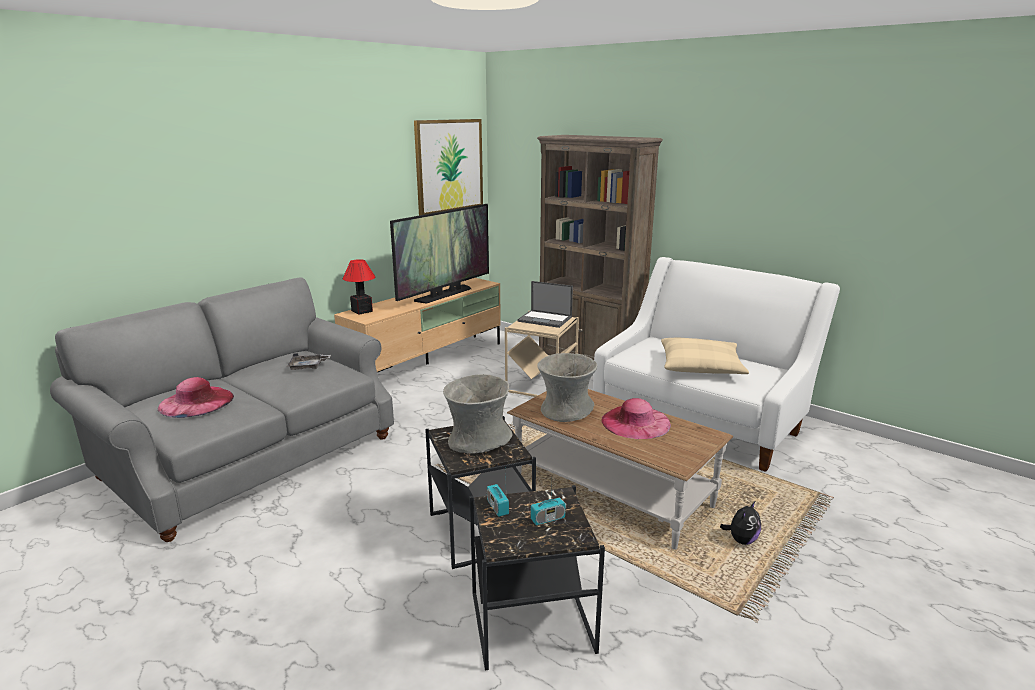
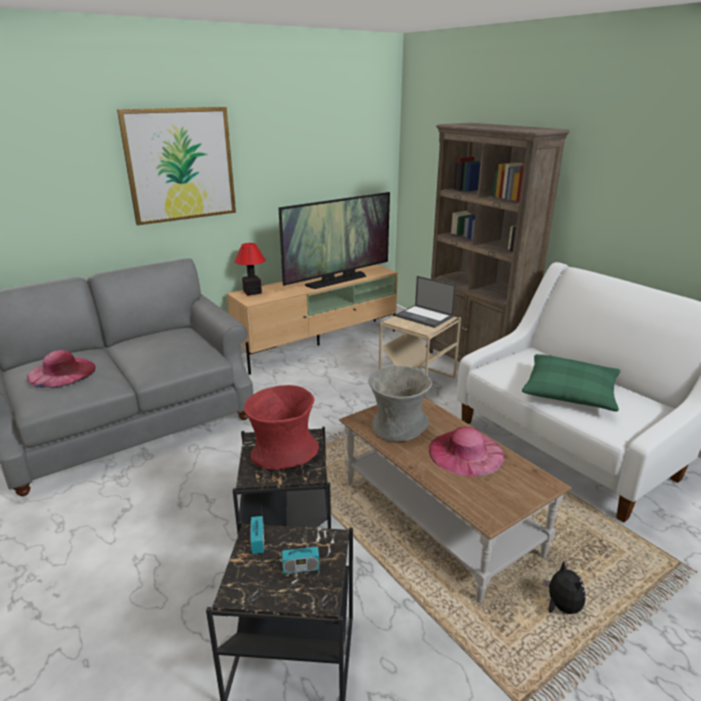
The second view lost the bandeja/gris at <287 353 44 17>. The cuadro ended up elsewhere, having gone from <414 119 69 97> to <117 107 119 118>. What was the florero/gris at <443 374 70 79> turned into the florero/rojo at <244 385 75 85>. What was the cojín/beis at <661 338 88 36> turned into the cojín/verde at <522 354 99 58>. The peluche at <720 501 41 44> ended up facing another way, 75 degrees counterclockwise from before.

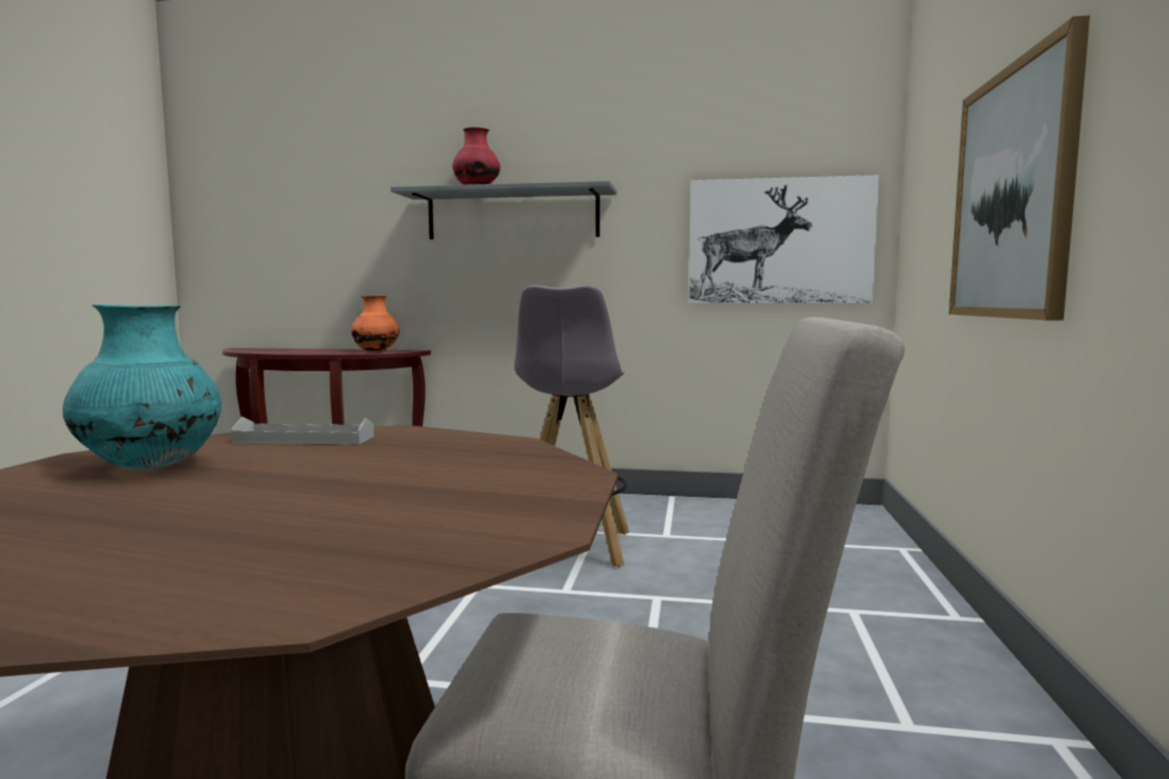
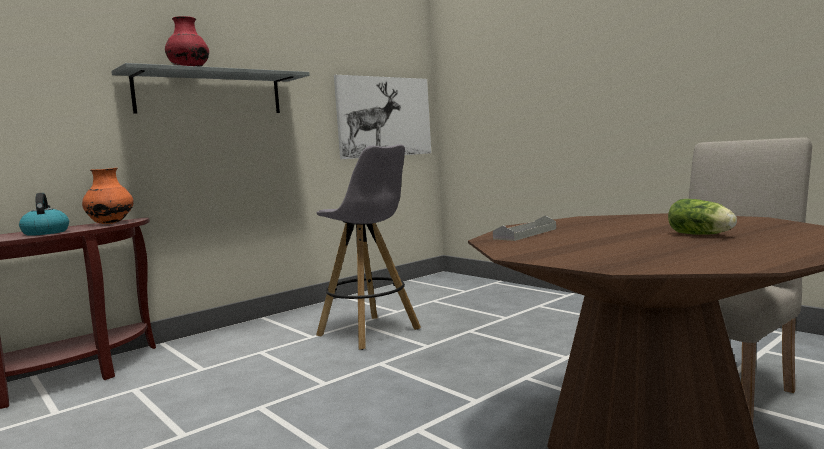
The second view lost the florero/turquesa at <63 304 159 165>. The second view lost the cuadro at <949 15 141 306>. The second view gained the hervidor at <19 193 50 43>. The second view gained the lechuga at <668 199 69 36>.

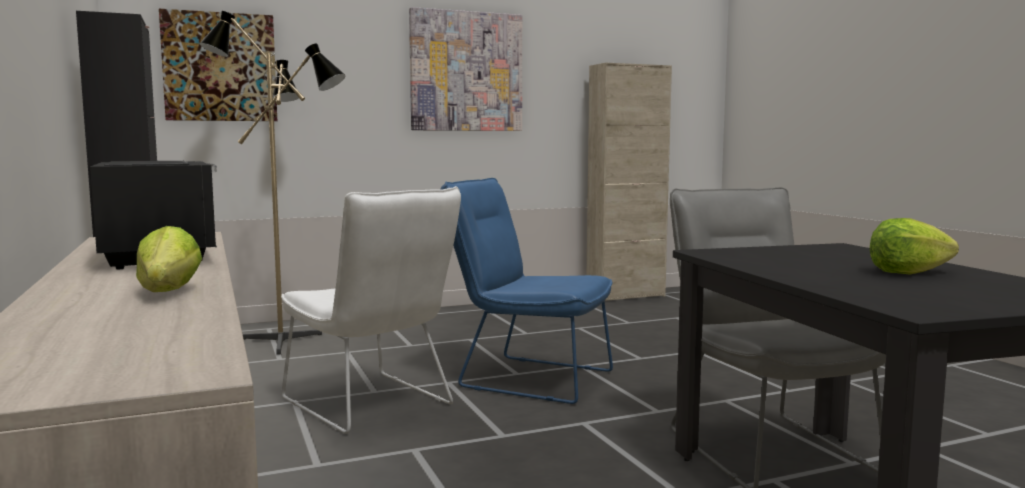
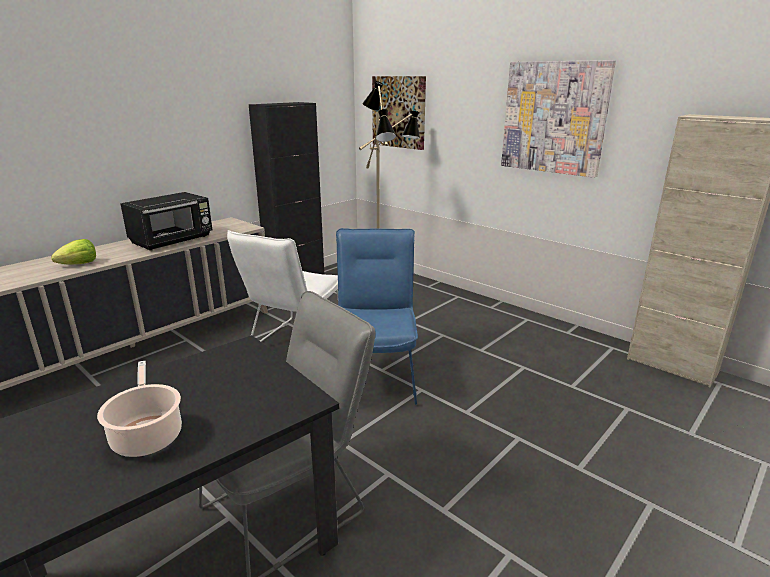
Where the lechuga stood at <870 218 89 57>, the olla came to stand at <97 361 85 96>.

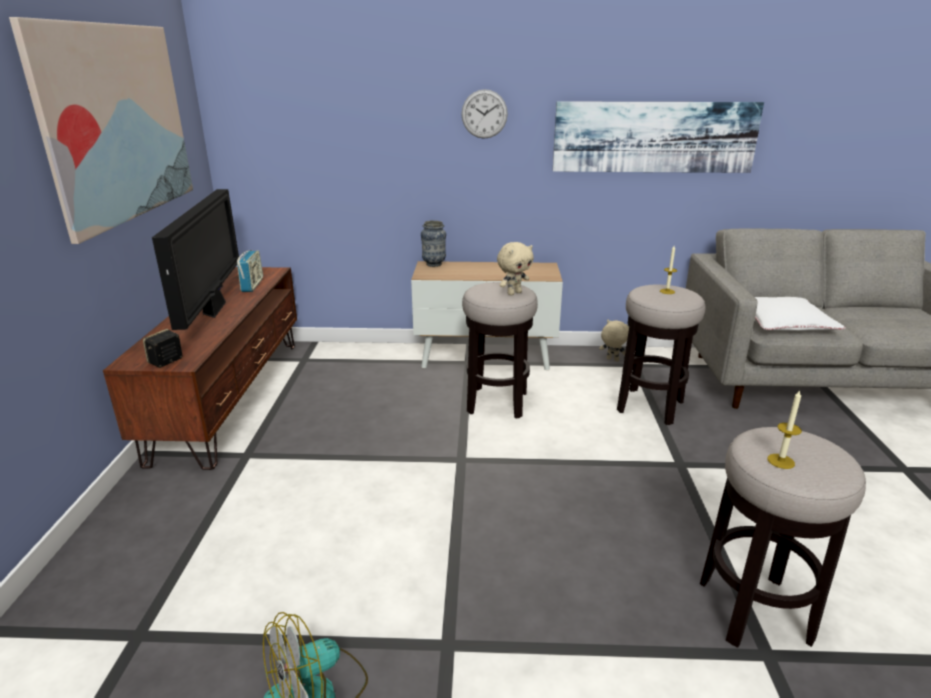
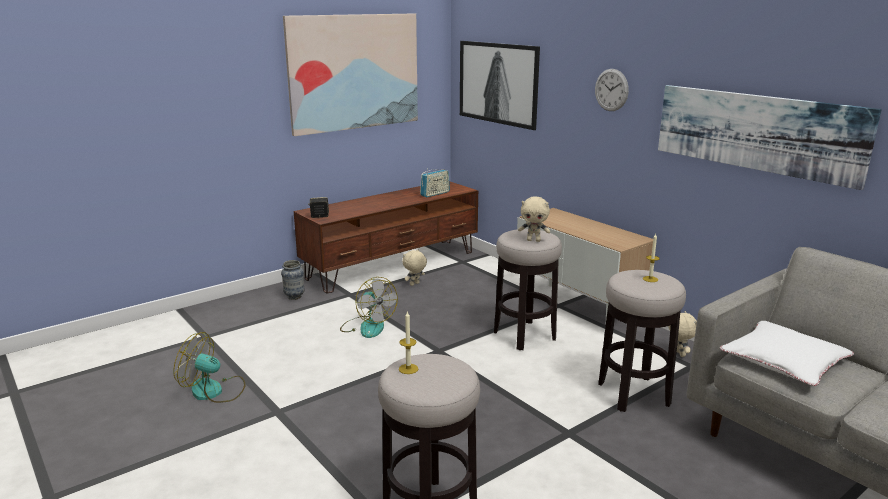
The second view lost the televisor at <152 189 87 141>. The florero ended up elsewhere, having gone from <421 221 25 46> to <281 260 24 40>. The second view gained the ventilador at <340 277 58 61>. The second view gained the peluche/beis at <402 249 25 37>. The second view gained the cuadro at <460 41 80 89>.

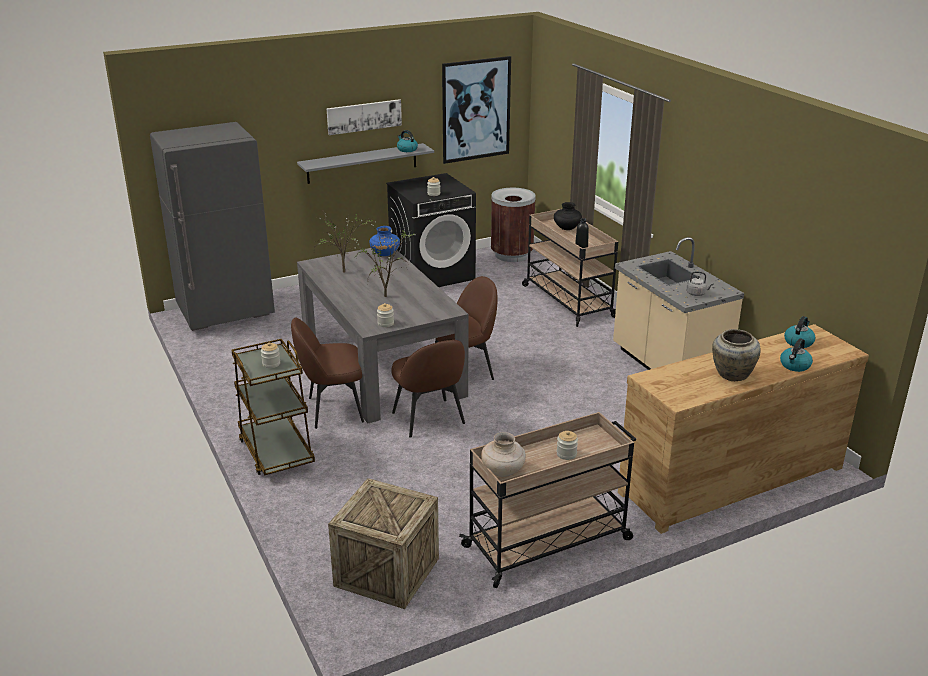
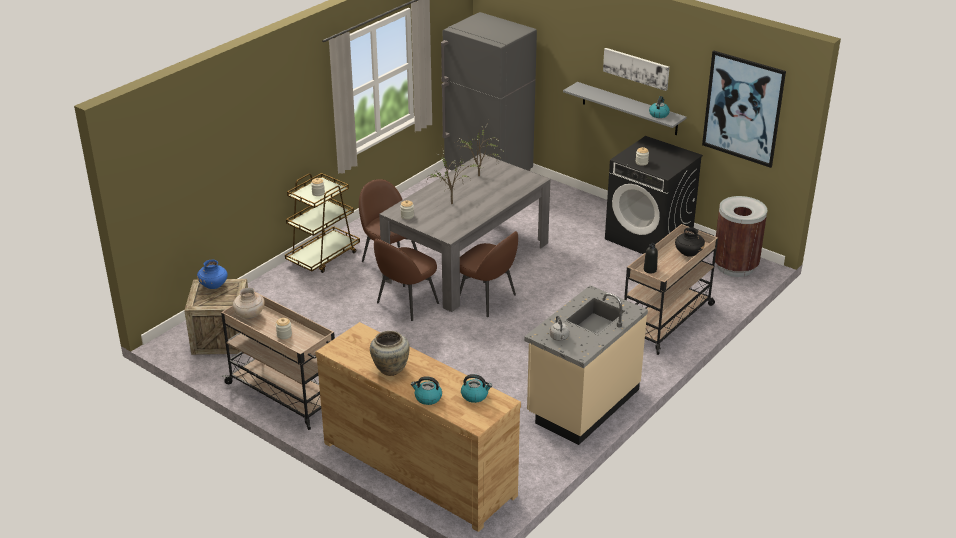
The florero/azul ended up elsewhere, having gone from <369 226 31 30> to <197 260 31 29>.

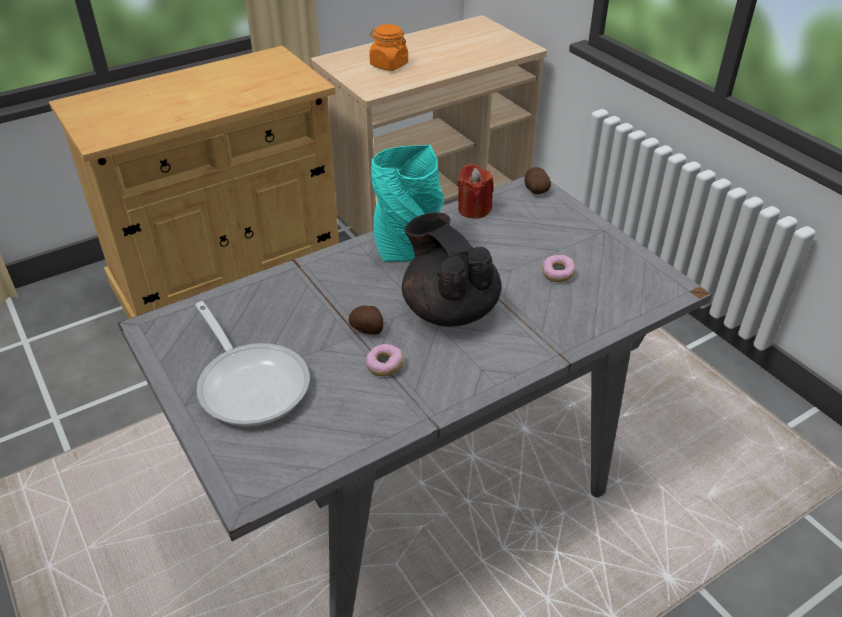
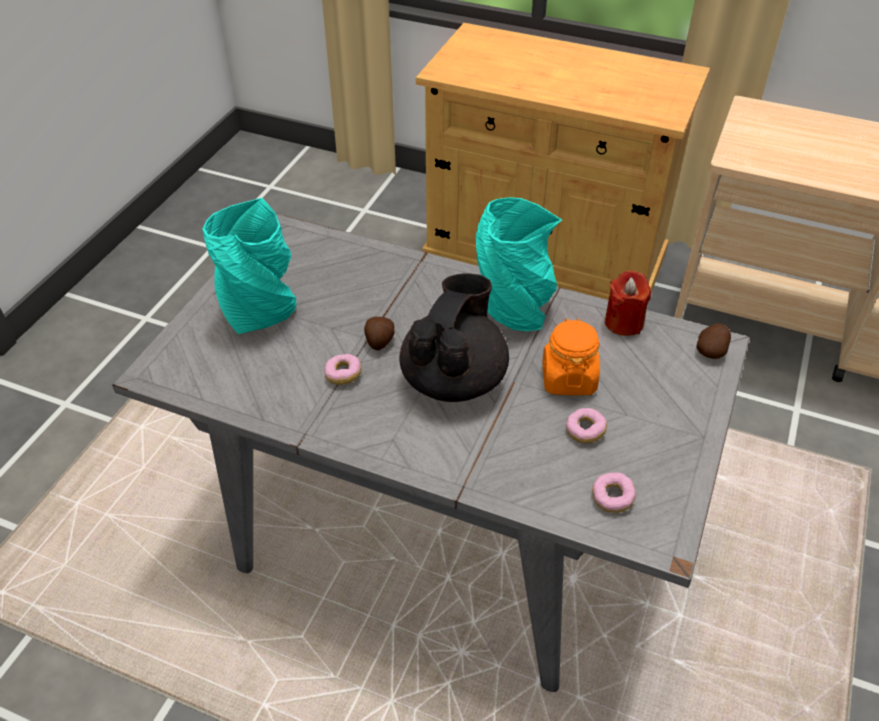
Where the sartén stood at <195 301 115 126>, the florero/turquesa came to stand at <203 198 93 136>. The tarro/naranja ended up elsewhere, having gone from <369 24 39 47> to <542 318 58 78>. The second view gained the rosquilla at <592 473 44 40>.

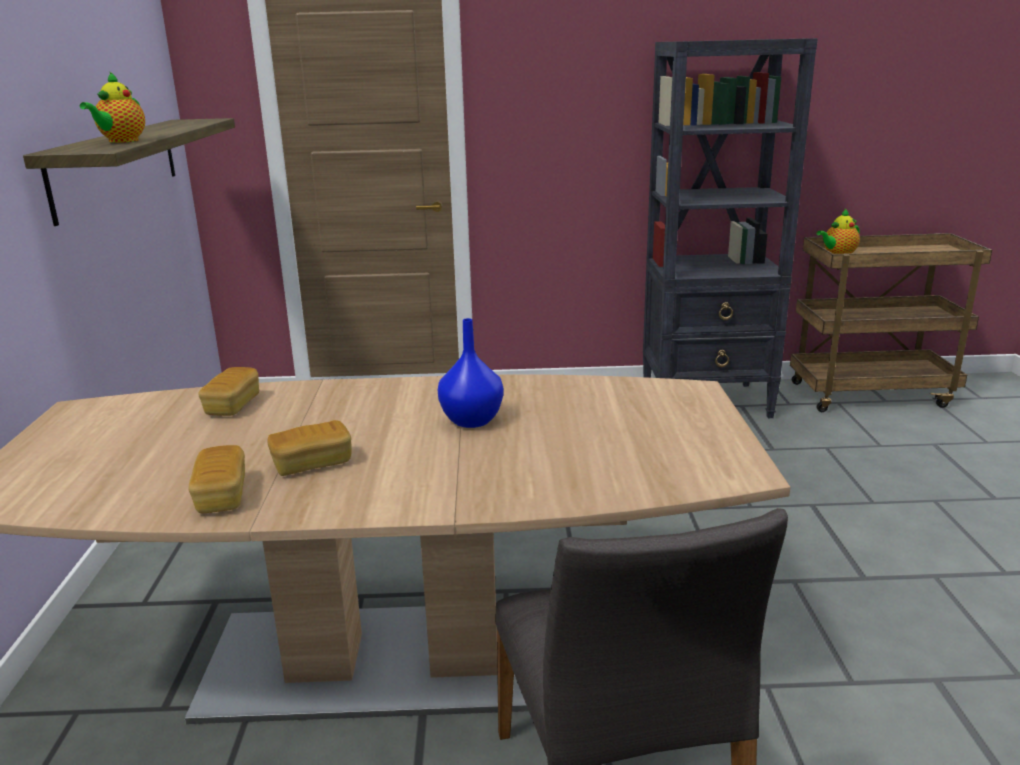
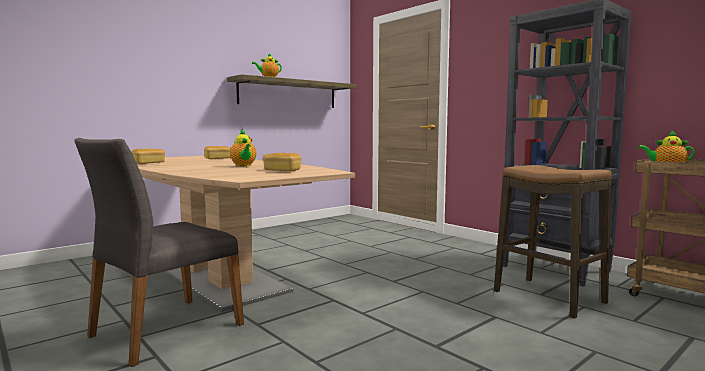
The pan ended up elsewhere, having gone from <267 420 85 56> to <263 153 38 19>. Where the florero/azul stood at <438 318 66 110>, the tetera came to stand at <230 129 26 37>. The second view gained the taburete at <494 165 118 154>.

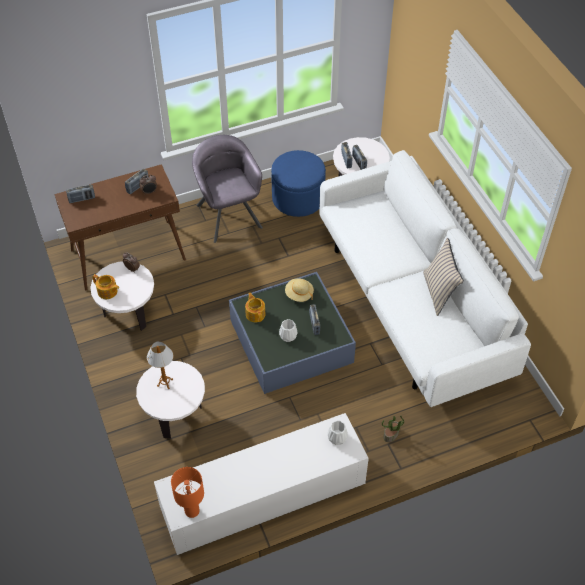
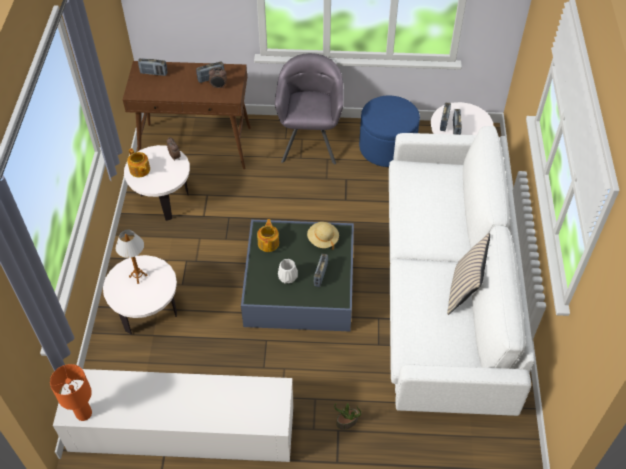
The second view lost the florero/blanco at <327 421 21 24>.

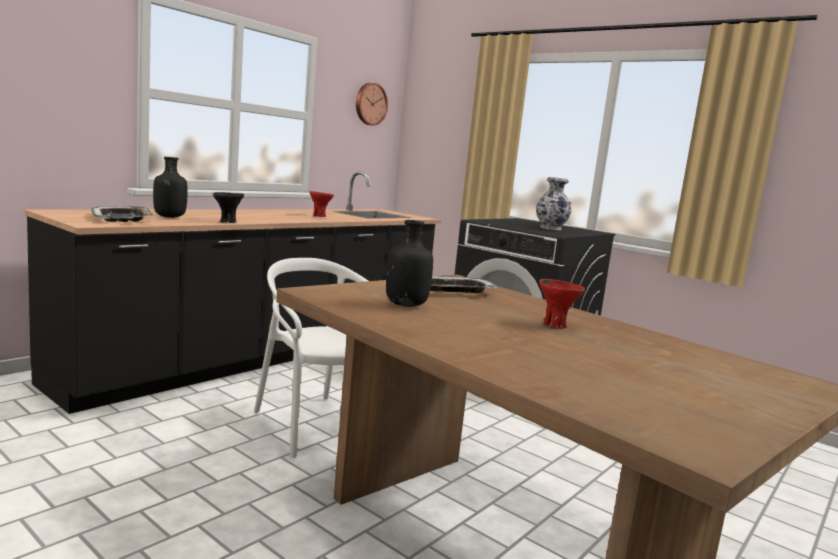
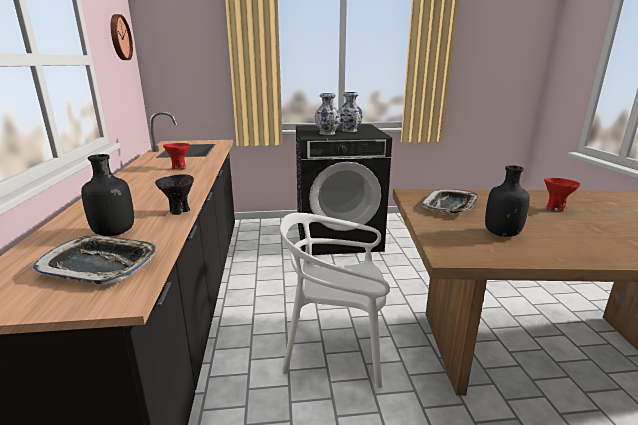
The second view gained the florero at <315 93 26 42>.

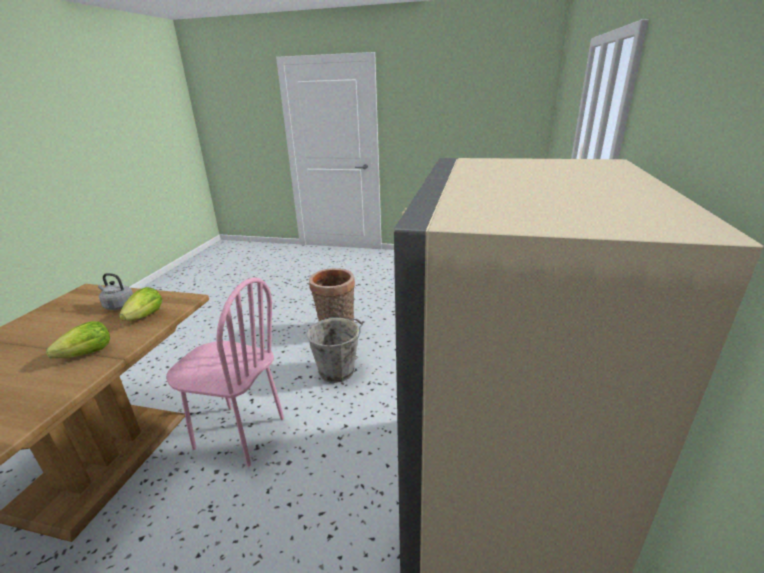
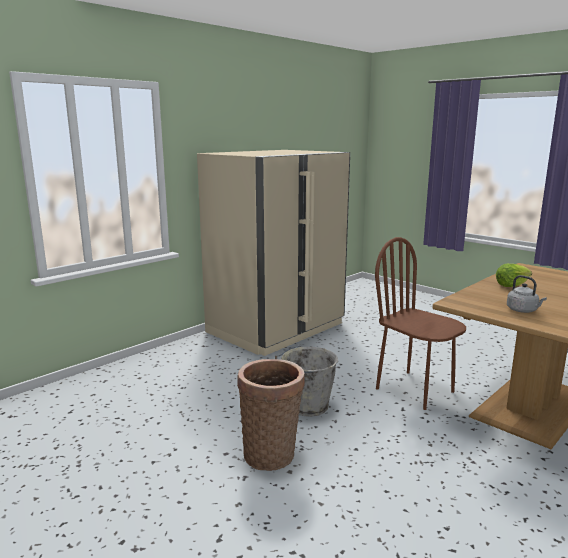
The second view lost the lechuga at <119 287 43 34>. What was the silla/rosa at <166 277 118 189> turned into the silla/marrón at <375 237 91 173>.

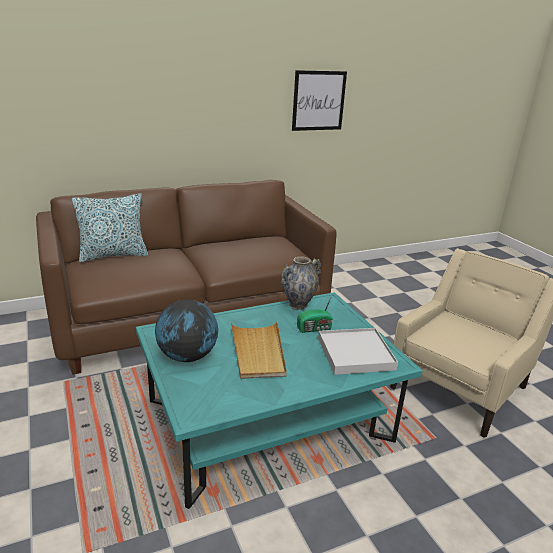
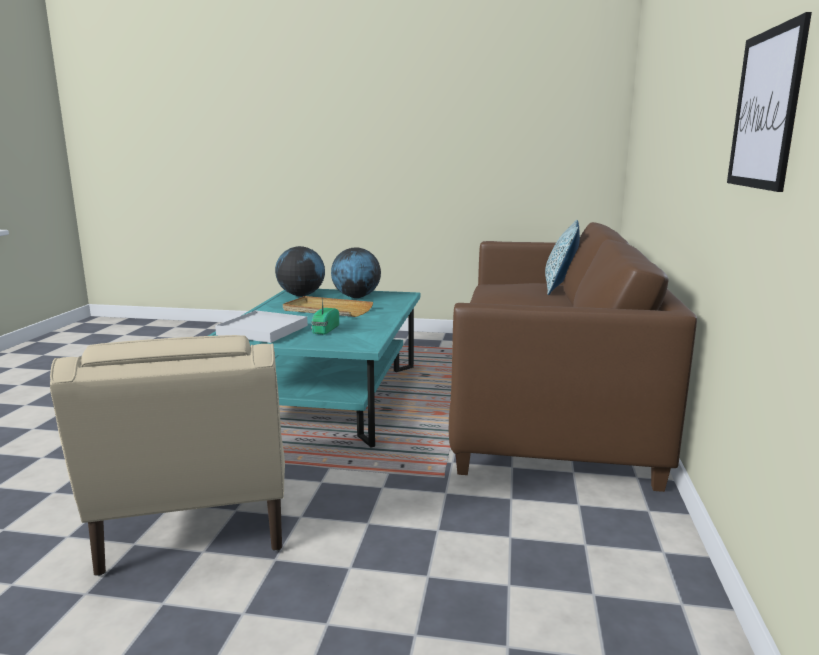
The second view lost the florero at <281 256 40 54>. The second view gained the globo terráqueo at <275 246 50 50>.

